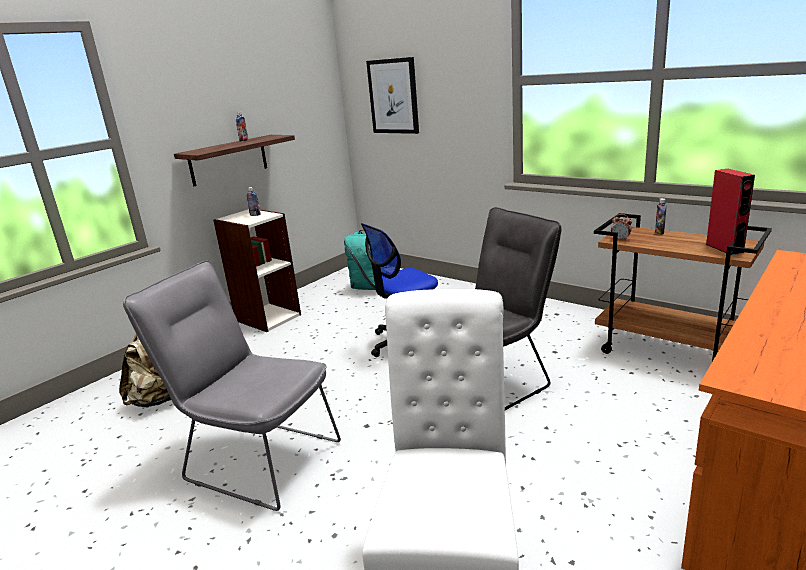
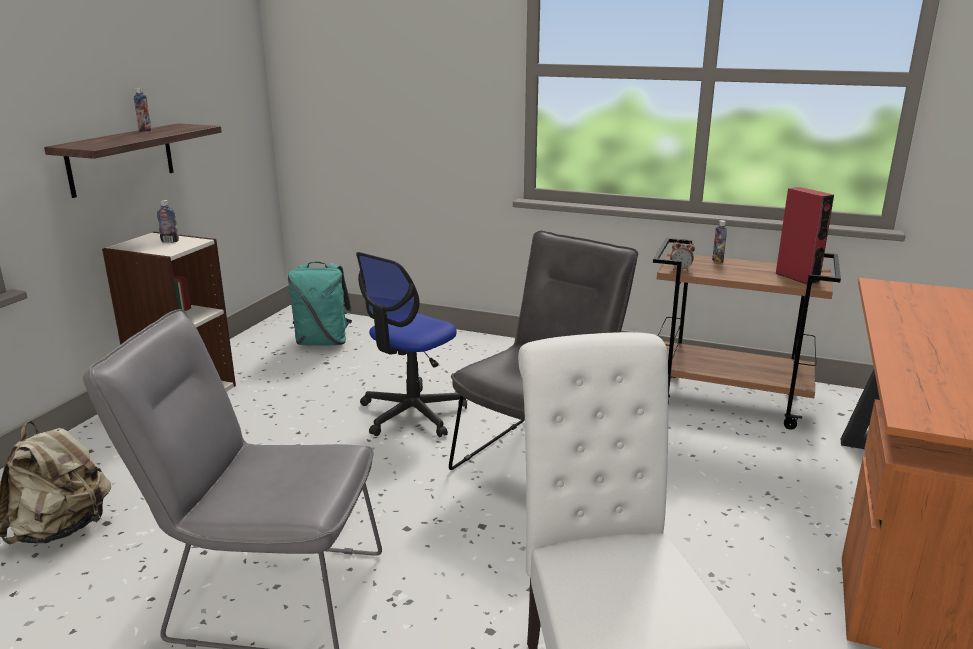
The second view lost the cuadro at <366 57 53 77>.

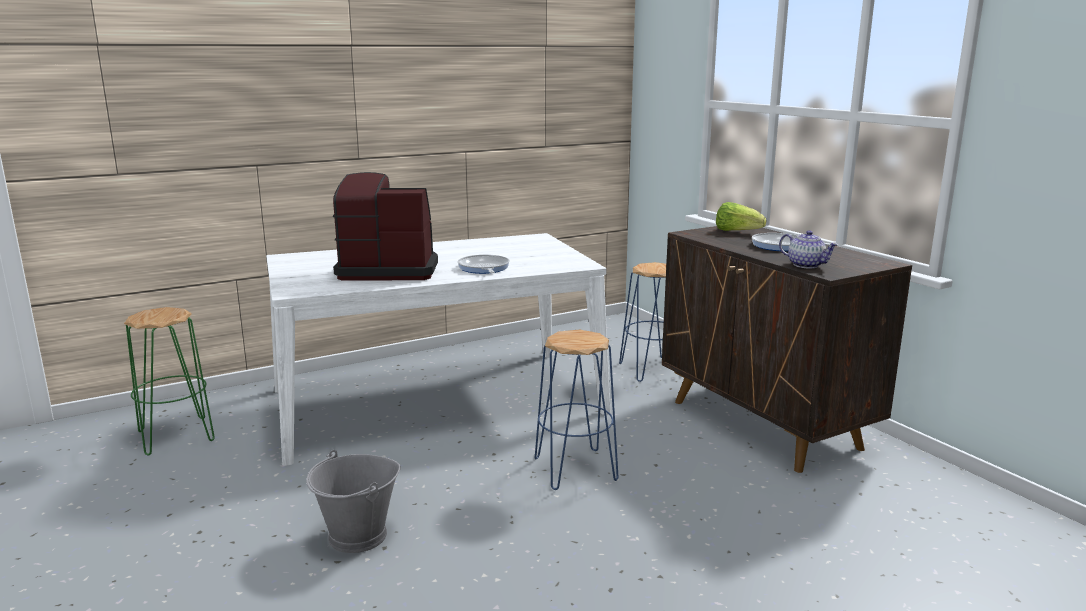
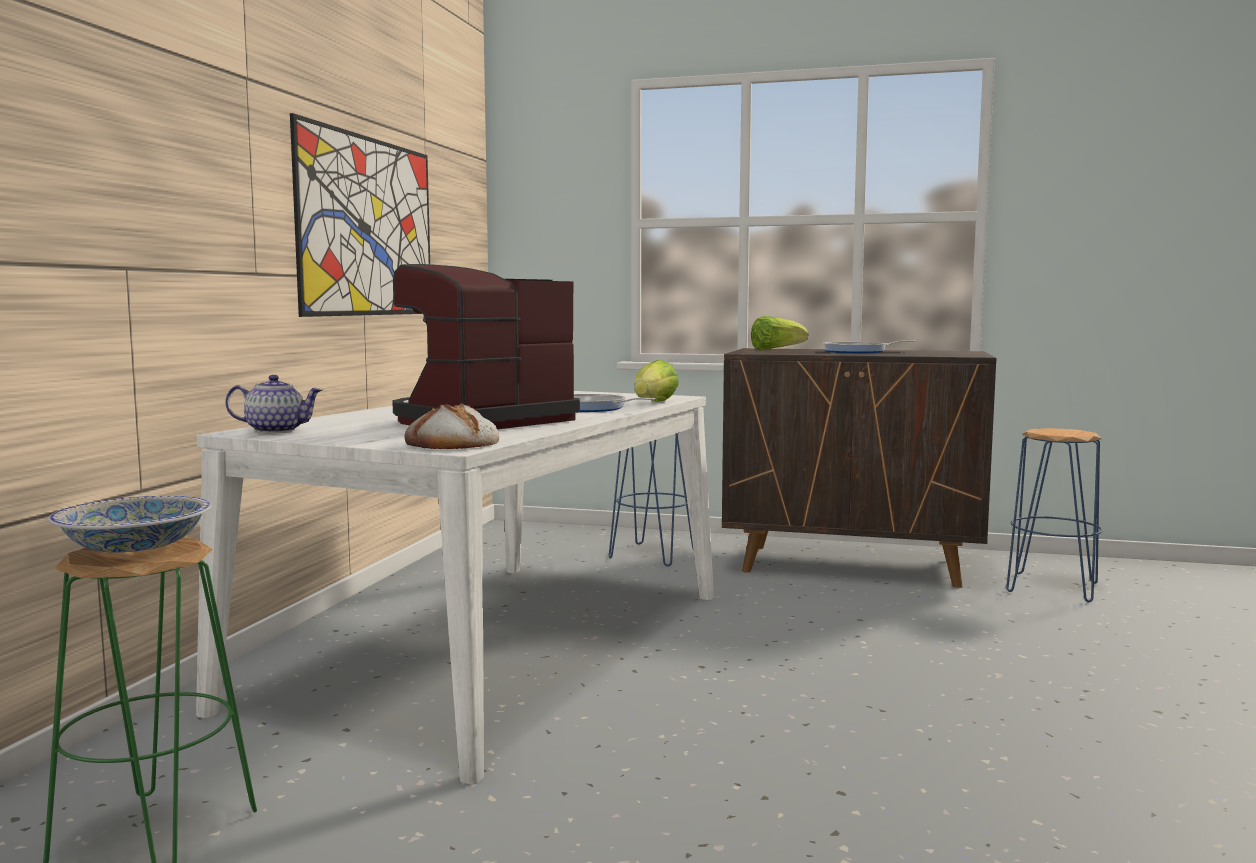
The second view lost the cubo/gris at <306 450 95 103>. The taburete/azul ended up elsewhere, having gone from <535 330 83 160> to <1006 428 97 174>. The tetera ended up elsewhere, having gone from <779 230 59 38> to <225 375 97 58>. The second view gained the cuenco at <48 496 164 57>. The second view gained the cuadro at <290 113 140 204>. The second view gained the pan at <404 403 95 46>. The second view gained the lechuga at <635 360 44 42>.

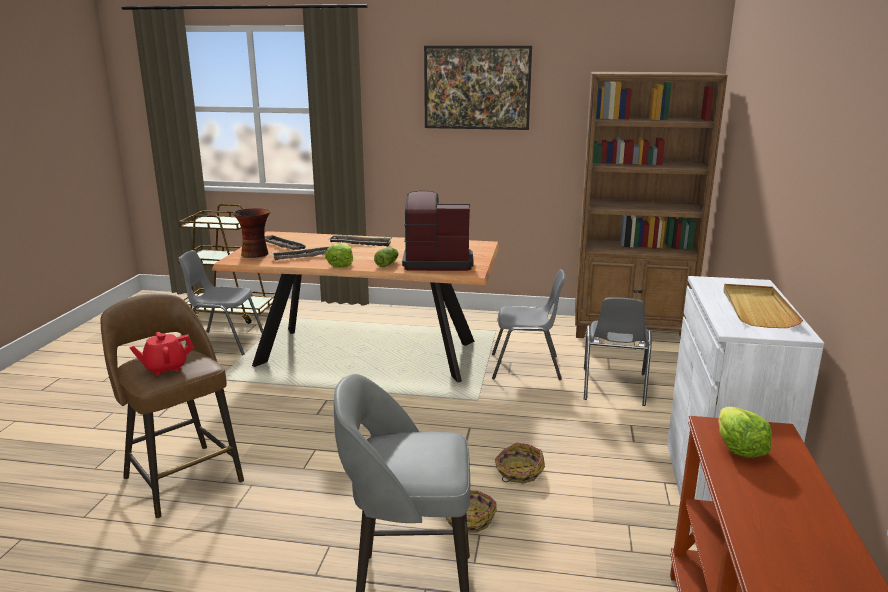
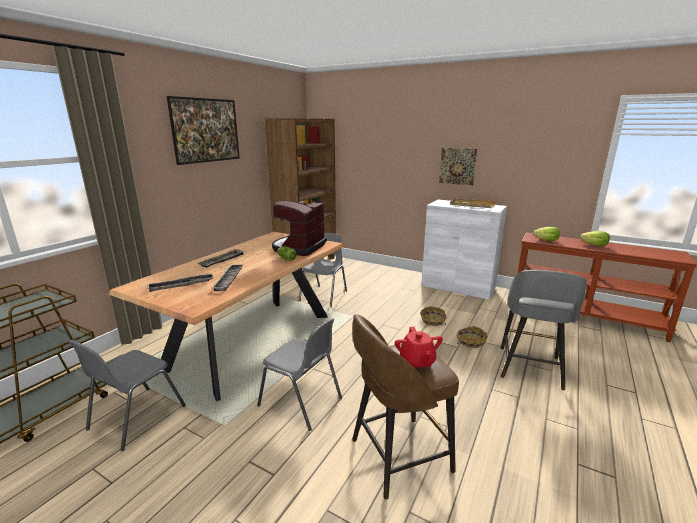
The second view lost the florero at <233 208 37 50>. The lechuga ended up elsewhere, having gone from <325 243 28 24> to <580 231 30 15>. The silla/gris ended up elsewhere, having gone from <584 297 68 109> to <257 318 85 113>. The second view gained the cuadro at <439 148 38 37>.

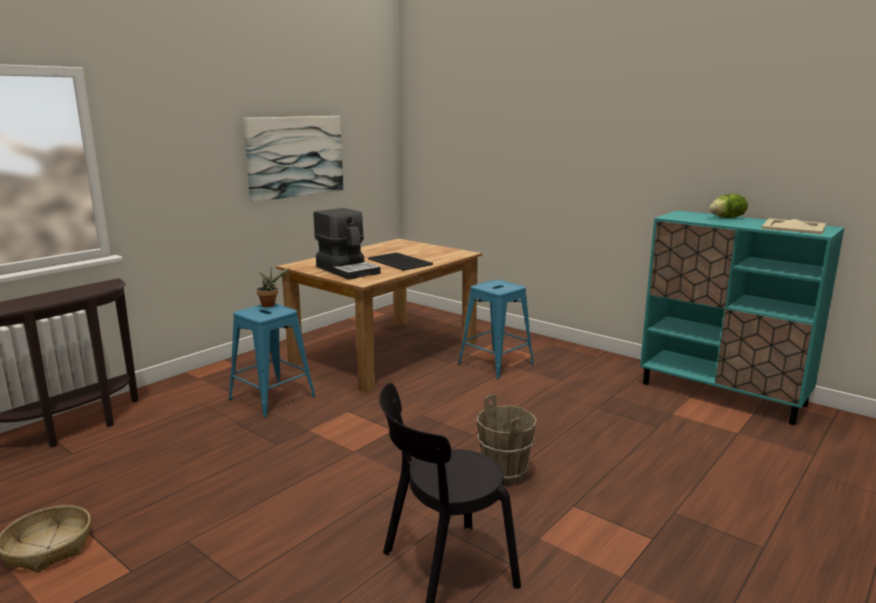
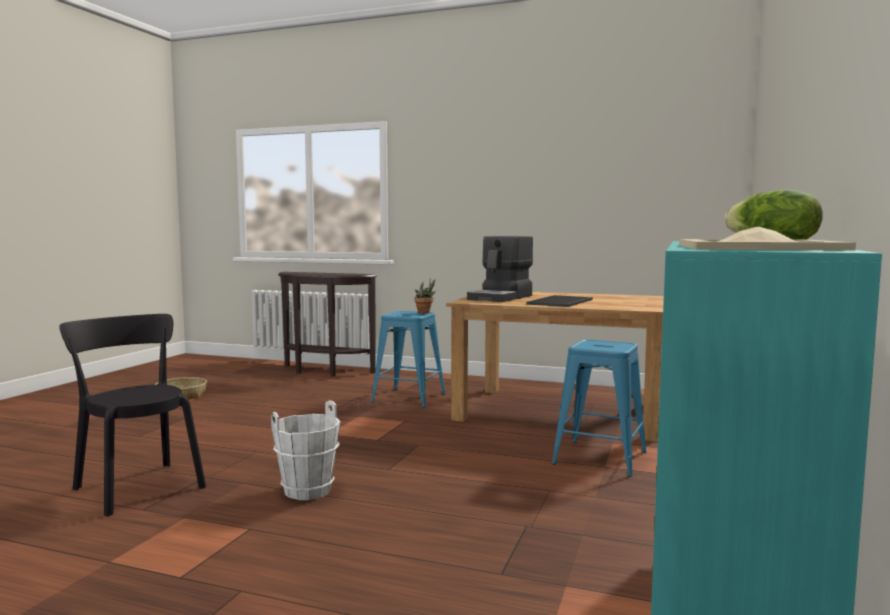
The second view lost the cuadro at <243 116 100 86>. What was the cubo/marrón at <477 394 60 92> turned into the cubo/blanco at <271 400 69 100>.

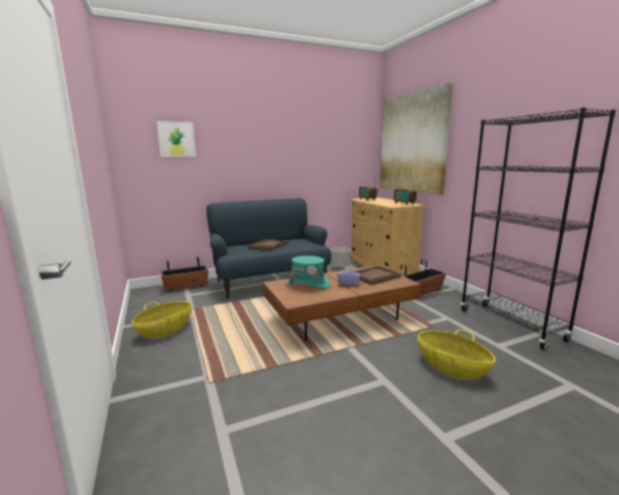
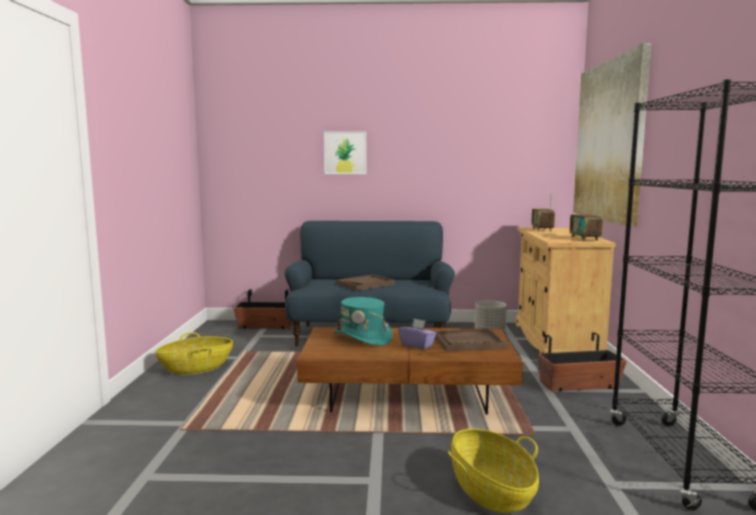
The cuadro ended up elsewhere, having gone from <157 121 39 36> to <324 131 42 43>.

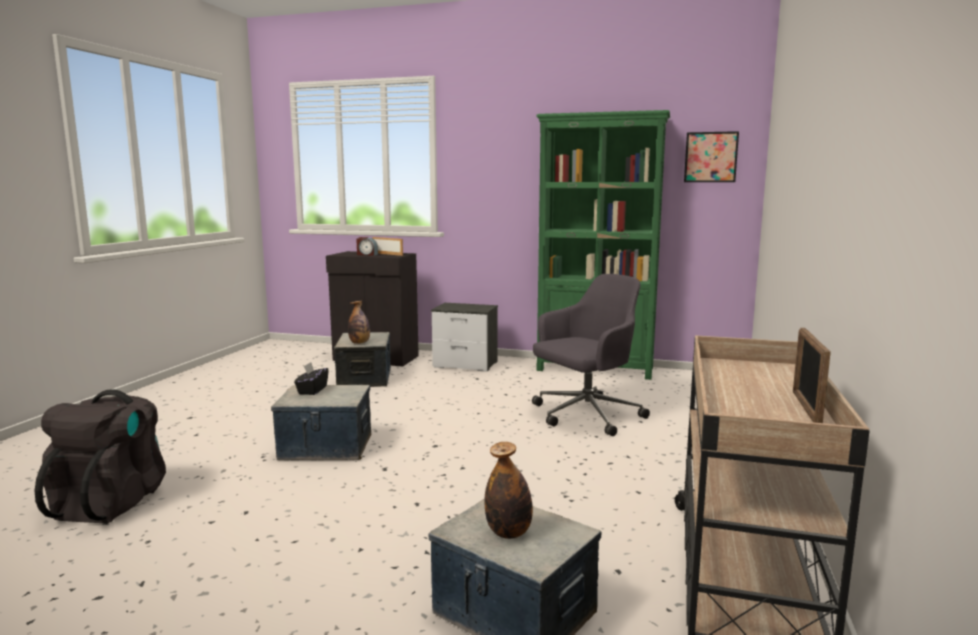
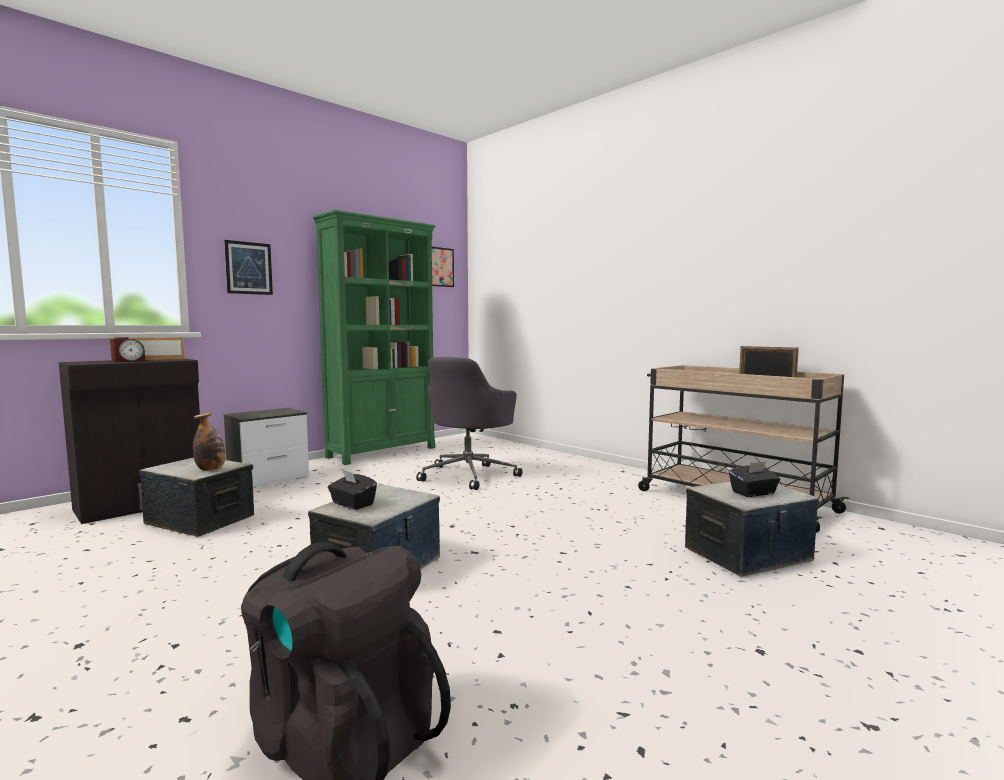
Where the botella stood at <484 442 49 97>, the caja de pañuelos/negro came to stand at <729 462 51 35>. The silla de oficina/gris at <532 274 118 162> ended up facing another way, 150 degrees counterclockwise from before. The second view gained the cuadro at <224 240 49 55>.

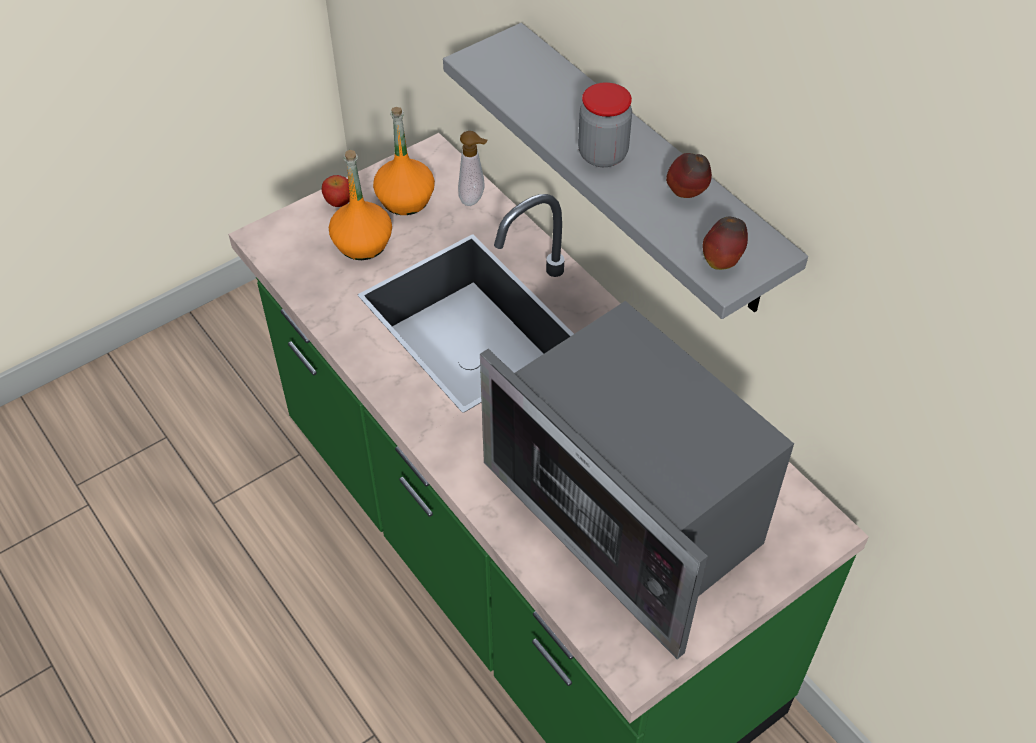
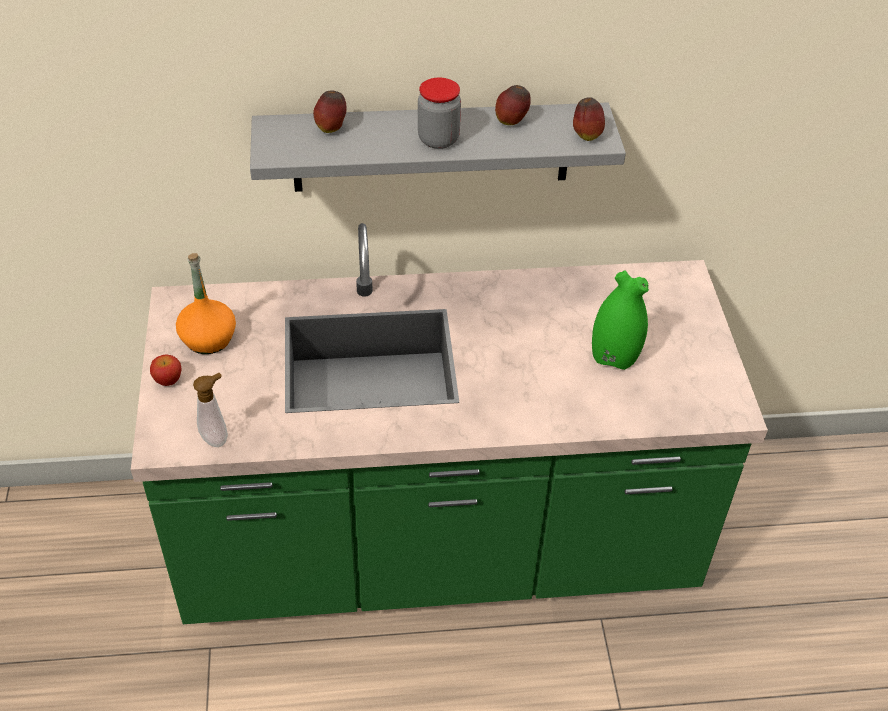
The second view lost the botella/naranja at <329 150 63 110>. The dispensador de jabón ended up elsewhere, having gone from <458 131 30 75> to <193 373 35 74>. Where the microondas stood at <480 301 314 358>, the florero/verde came to stand at <592 271 57 99>. The second view gained the manzana at <313 91 33 42>.

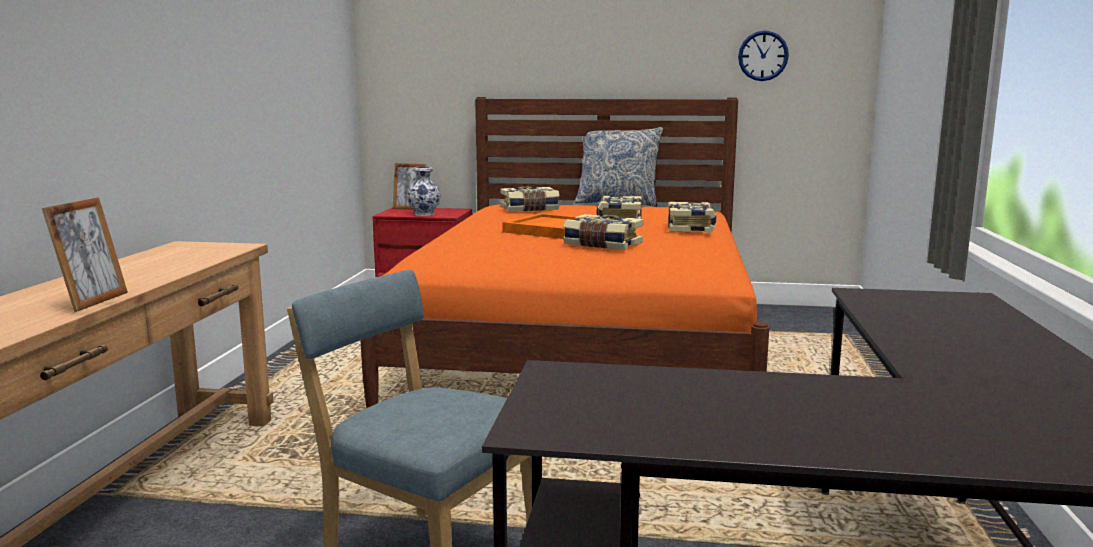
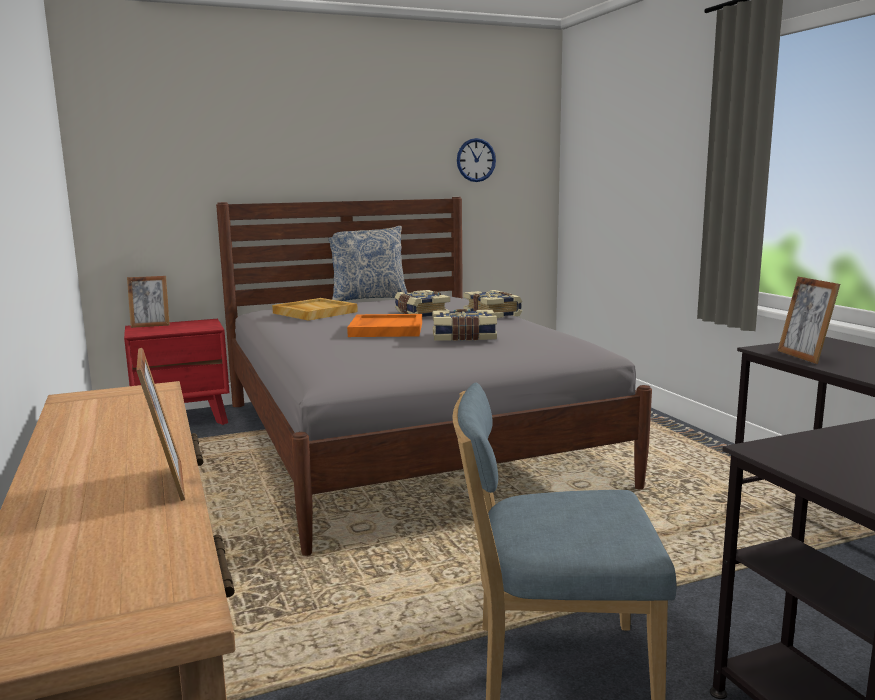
What was the cama/naranja at <360 97 409 311> turned into the cama/gris at <216 197 436 359>. The second view lost the florero at <407 166 34 50>. Where the libro stood at <501 187 58 25>, the bandeja/beis came to stand at <272 298 86 23>. The second view gained the portarretratos at <778 277 62 87>.

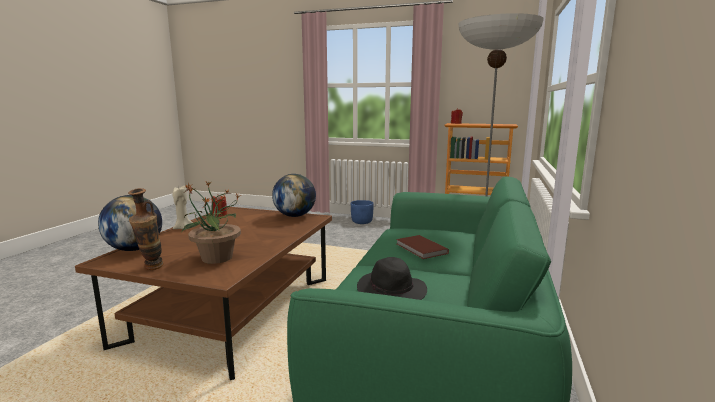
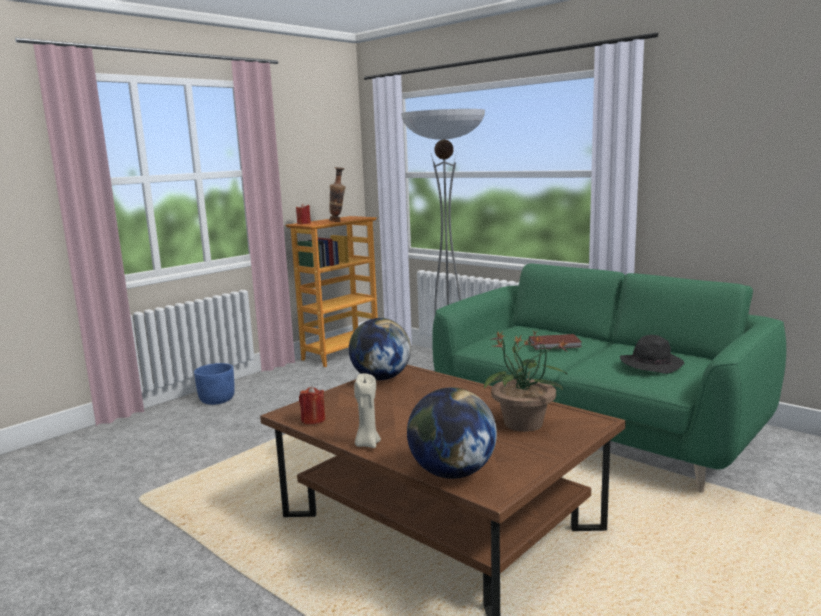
The florero ended up elsewhere, having gone from <128 188 36 82> to <329 167 17 55>.

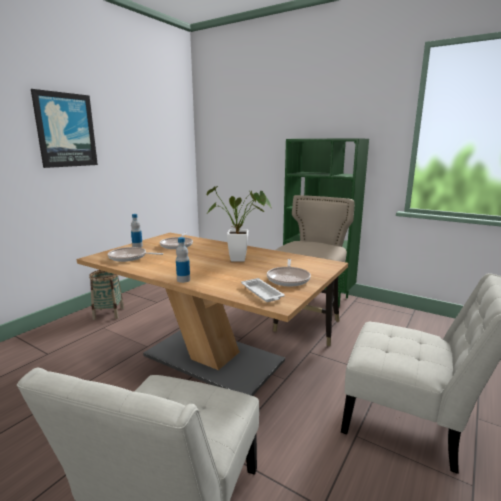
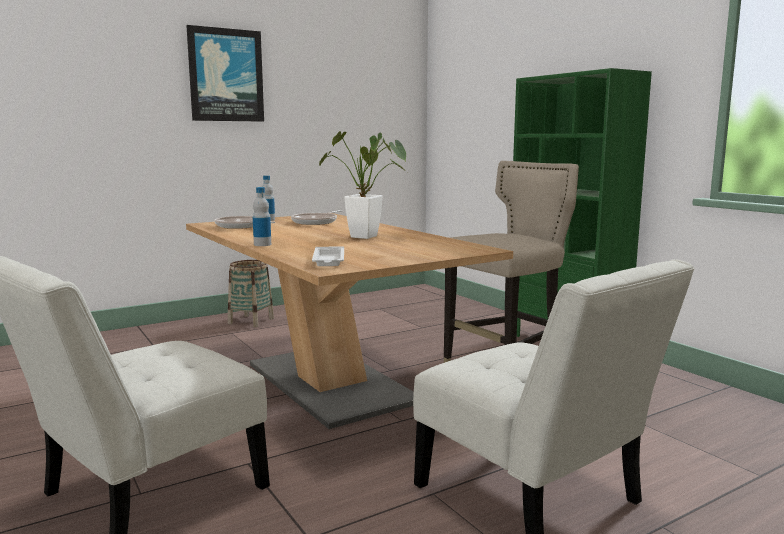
The second view lost the sartén at <267 259 44 27>.

